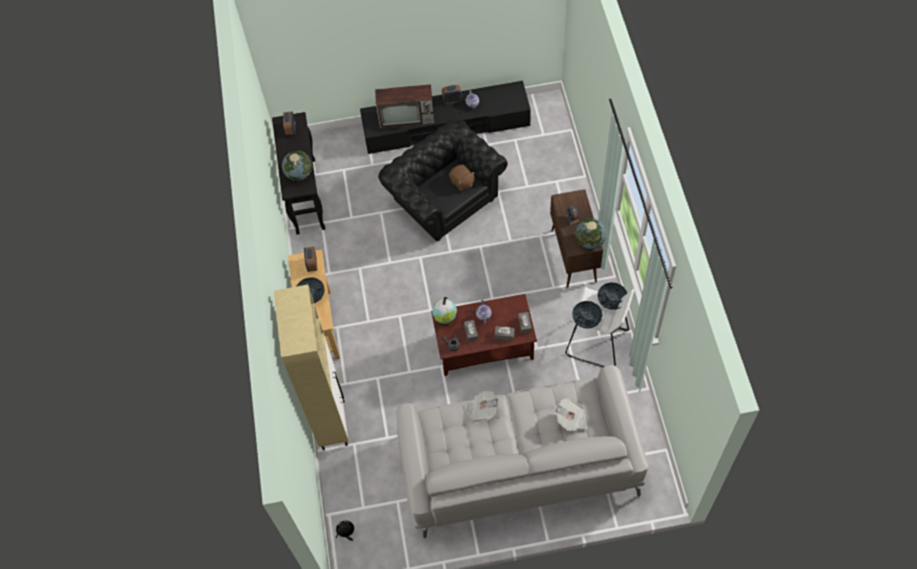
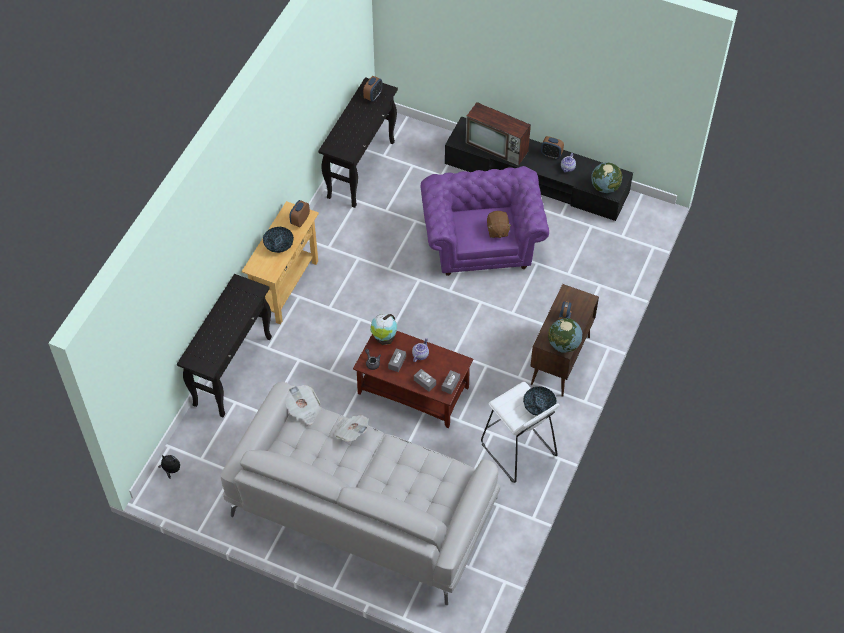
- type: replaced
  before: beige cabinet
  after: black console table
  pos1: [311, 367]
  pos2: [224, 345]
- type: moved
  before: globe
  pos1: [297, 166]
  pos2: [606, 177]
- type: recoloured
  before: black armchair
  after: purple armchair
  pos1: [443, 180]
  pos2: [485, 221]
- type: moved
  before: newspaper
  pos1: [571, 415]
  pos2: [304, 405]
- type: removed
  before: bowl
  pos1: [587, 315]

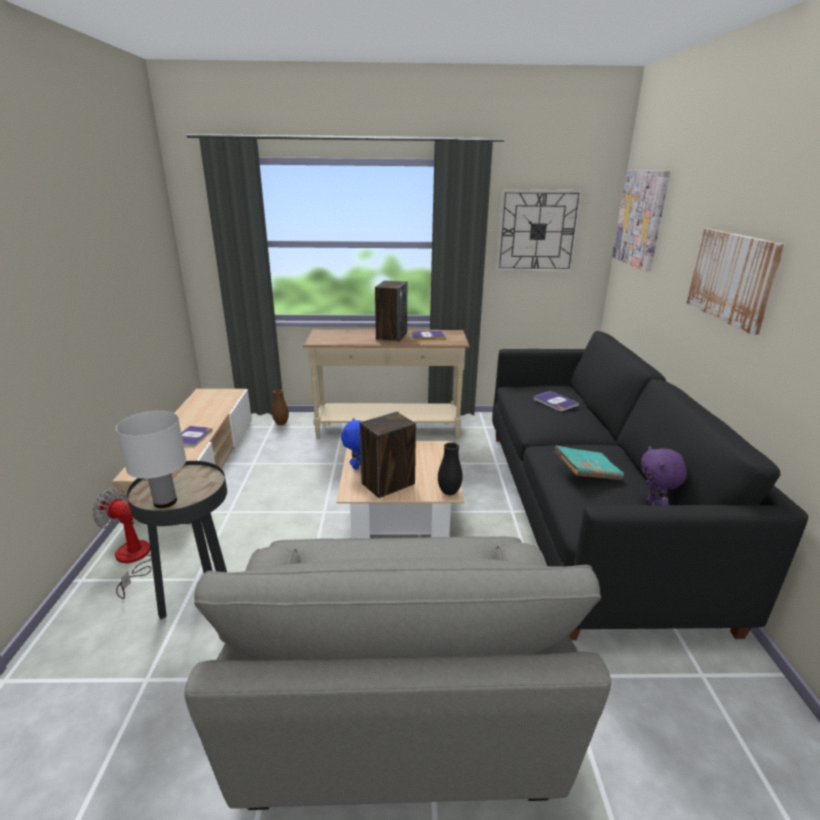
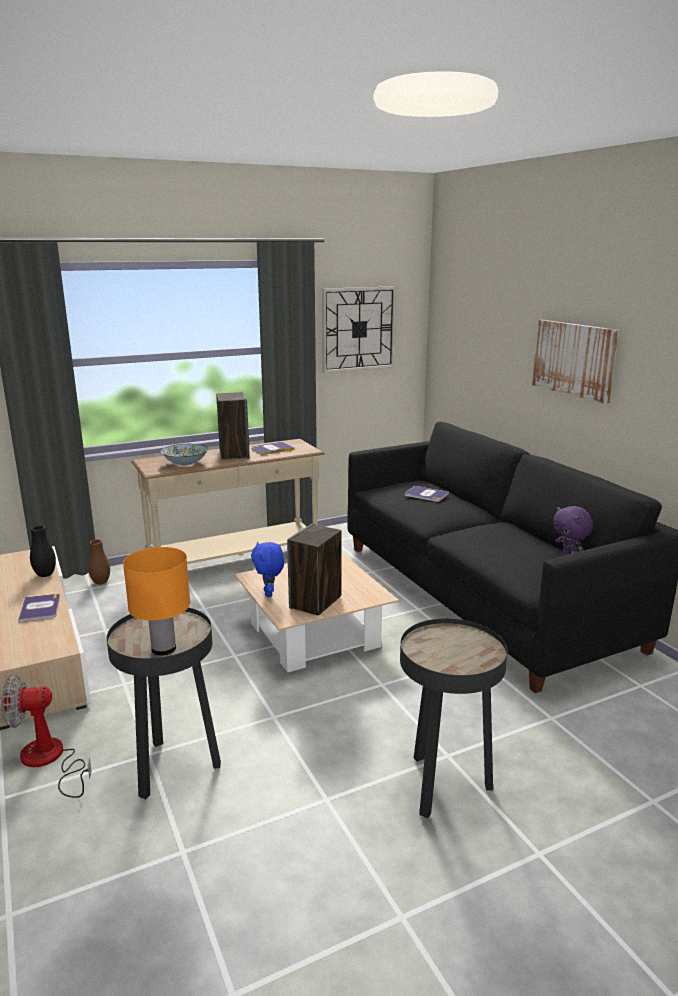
- type: recoloured
  before: white table lamp
  after: orange table lamp
  pos1: [151, 459]
  pos2: [156, 601]
- type: replaced
  before: grey armchair
  after: black side table
  pos1: [397, 673]
  pos2: [453, 718]
- type: moved
  before: black vase
  pos1: [450, 468]
  pos2: [43, 551]
- type: removed
  before: turquoise book
  pos1: [589, 462]
- type: removed
  before: picture
  pos1: [641, 221]
- type: added
  after: bowl
  pos2: [184, 454]

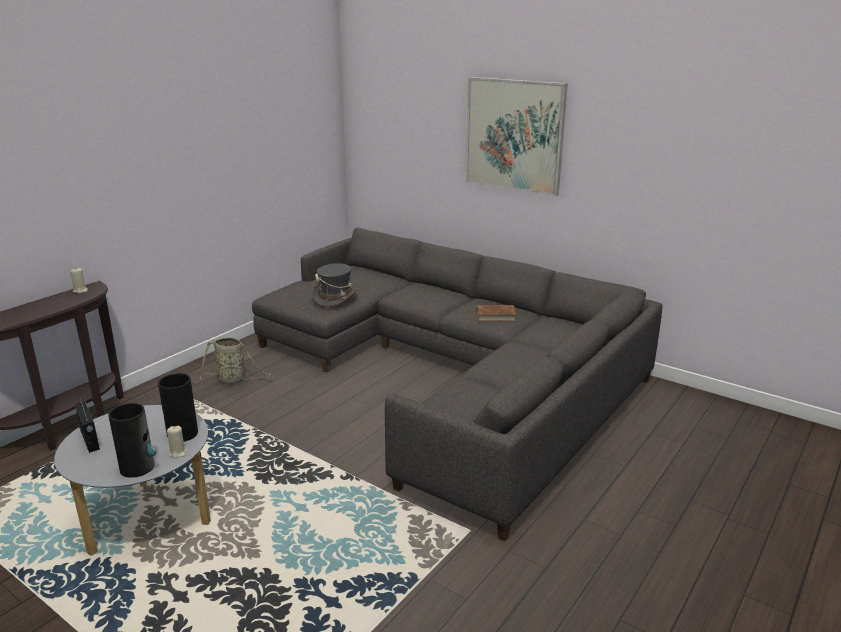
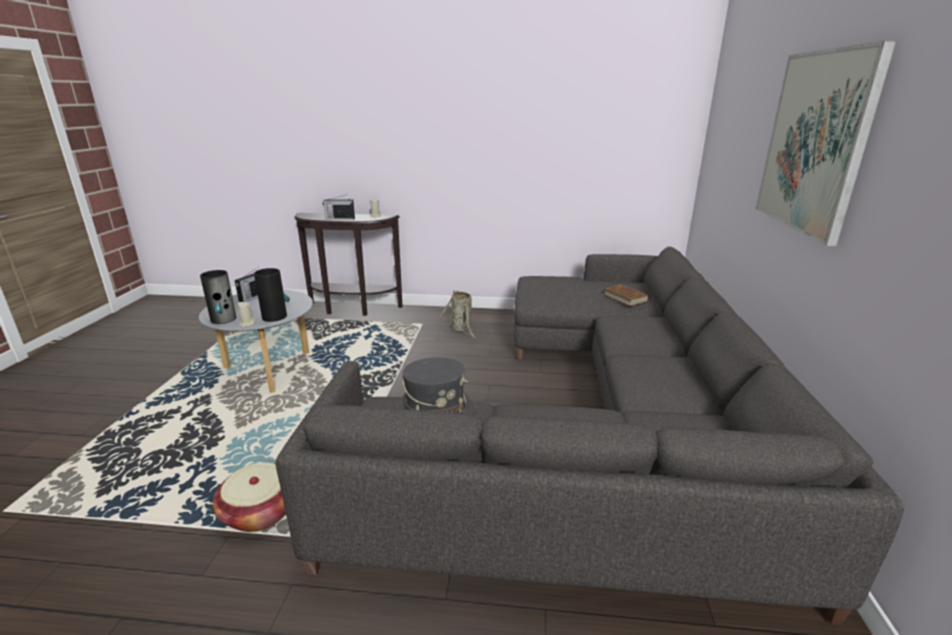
- type: moved
  before: grey hat
  pos1: [335, 285]
  pos2: [436, 386]
- type: moved
  before: brown book
  pos1: [494, 313]
  pos2: [626, 295]
- type: added
  after: basket
  pos2: [249, 497]
- type: added
  after: radio
  pos2: [339, 207]

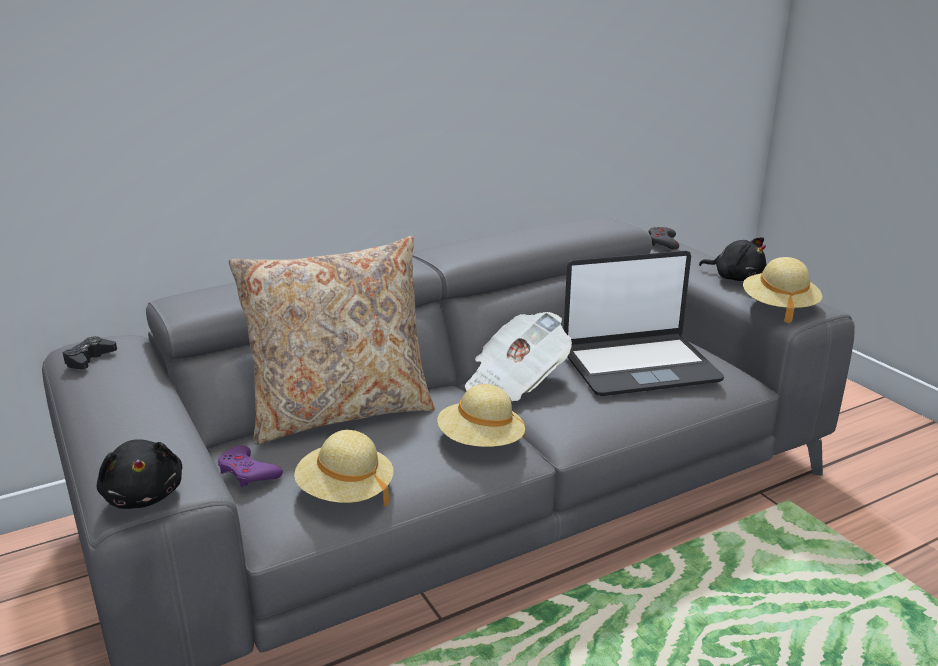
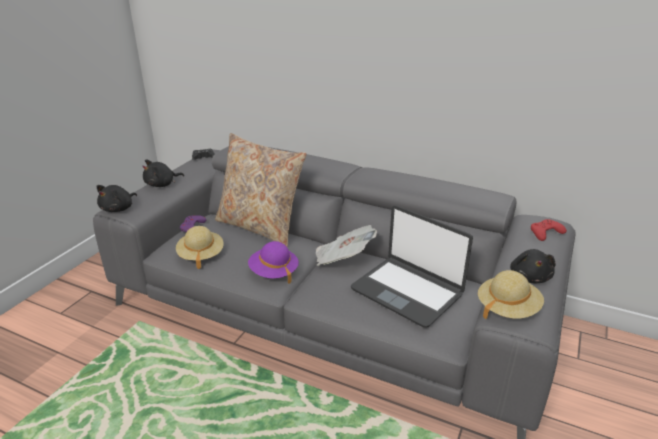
- type: recoloured
  before: beige hat
  after: purple hat
  pos1: [481, 415]
  pos2: [273, 262]
- type: recoloured
  before: grey game controller
  after: red game controller
  pos1: [663, 238]
  pos2: [549, 230]
- type: added
  after: black plush toy
  pos2: [163, 173]

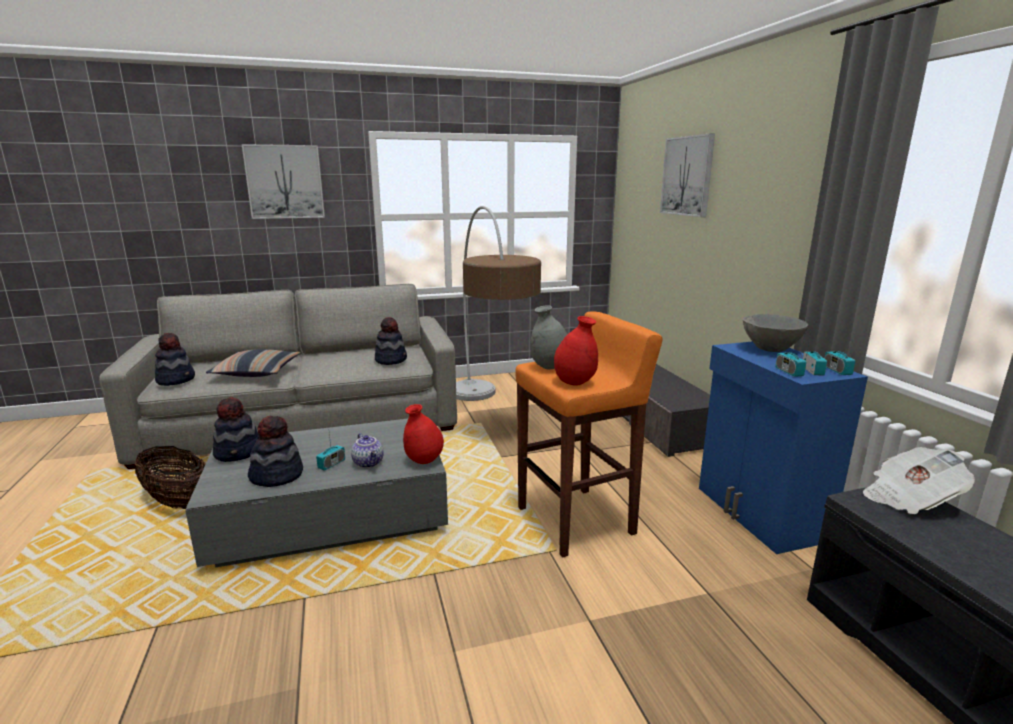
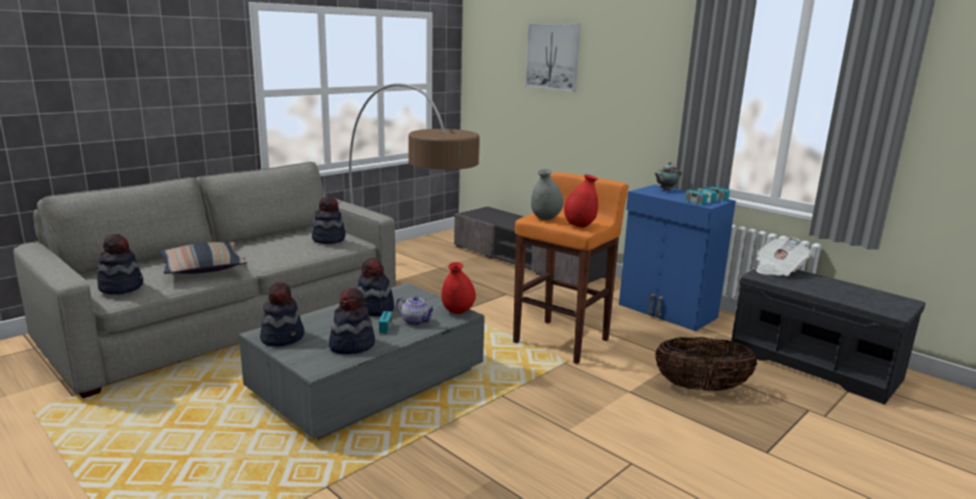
- type: moved
  before: basket
  pos1: [170, 477]
  pos2: [706, 364]
- type: removed
  before: picture
  pos1: [283, 181]
- type: replaced
  before: grey bowl
  after: teapot
  pos1: [775, 333]
  pos2: [667, 176]
- type: added
  after: hat
  pos2: [375, 287]

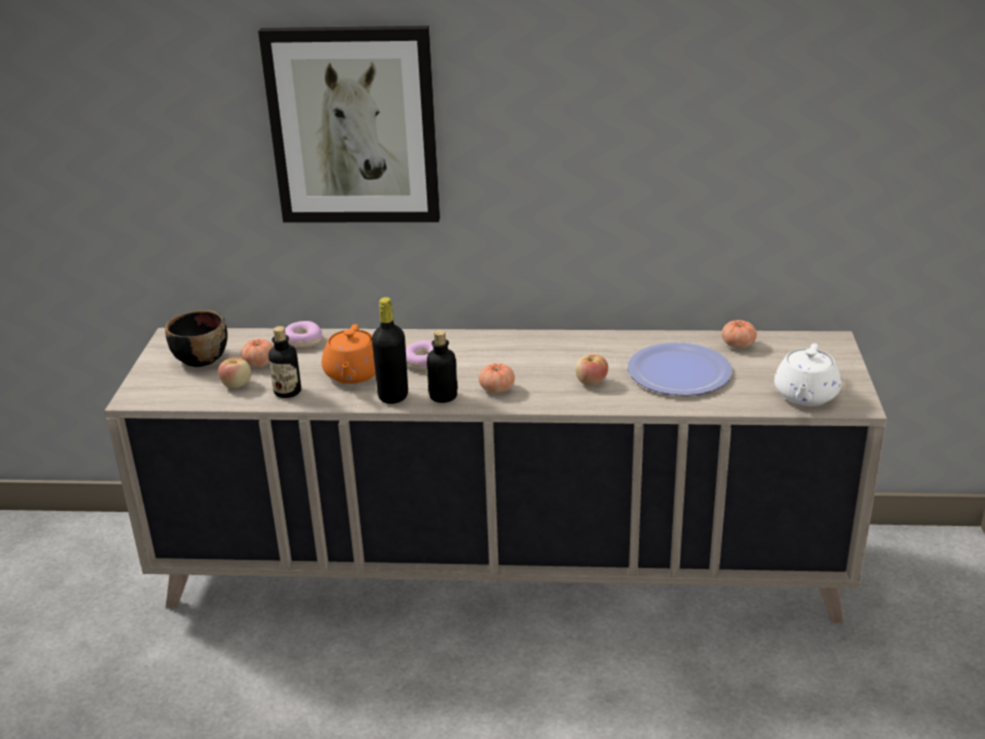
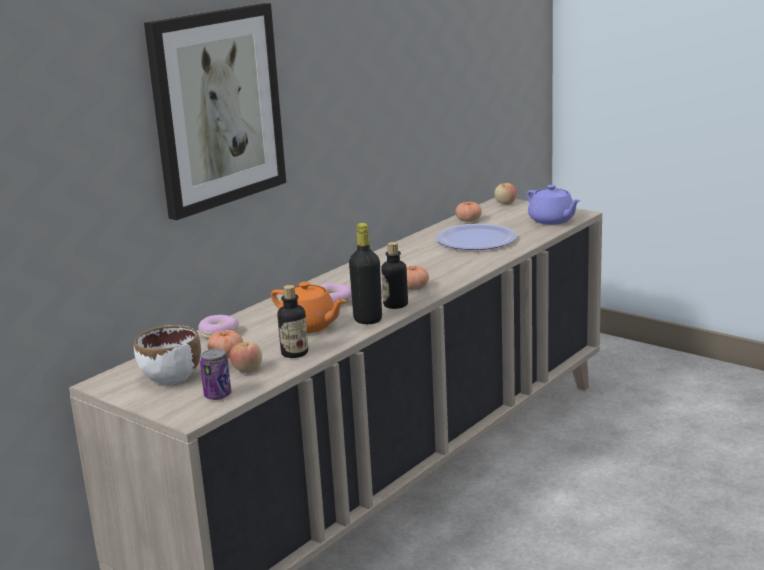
- type: recoloured
  before: black bowl
  after: white bowl
  pos1: [196, 338]
  pos2: [167, 355]
- type: moved
  before: apple
  pos1: [592, 370]
  pos2: [505, 194]
- type: recoloured
  before: white teapot
  after: purple teapot
  pos1: [807, 374]
  pos2: [554, 205]
- type: added
  after: can
  pos2: [215, 374]

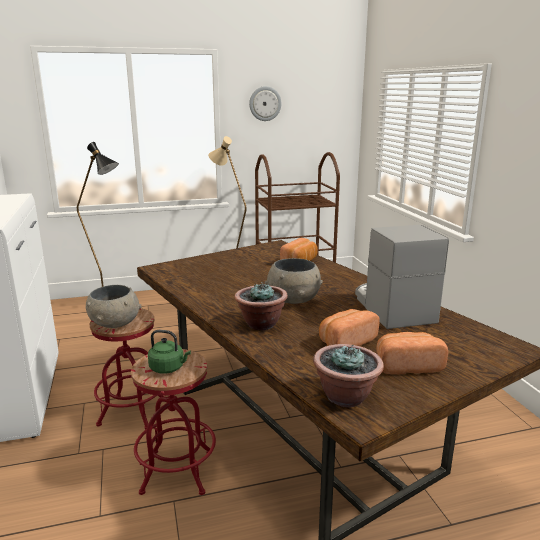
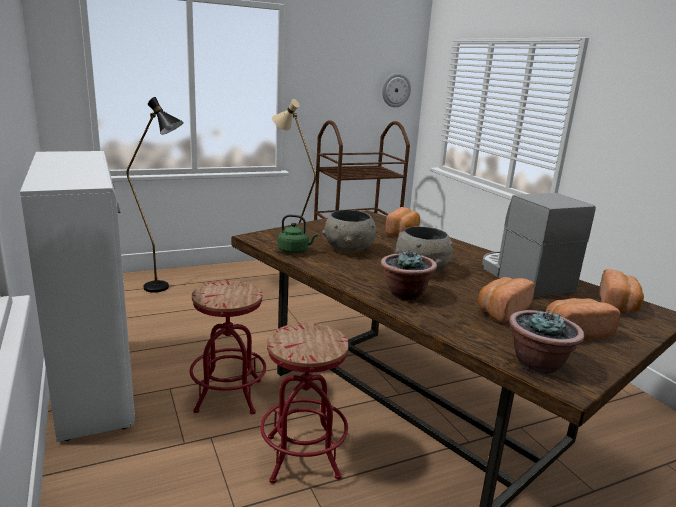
- type: moved
  before: grey bowl
  pos1: [114, 306]
  pos2: [350, 231]
- type: moved
  before: green kettle
  pos1: [169, 352]
  pos2: [298, 234]
- type: moved
  before: wall clock
  pos1: [265, 103]
  pos2: [396, 90]
- type: added
  after: bread
  pos2: [621, 291]

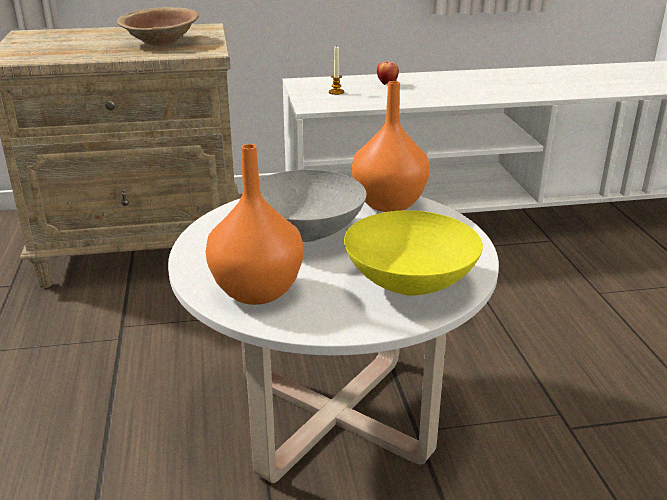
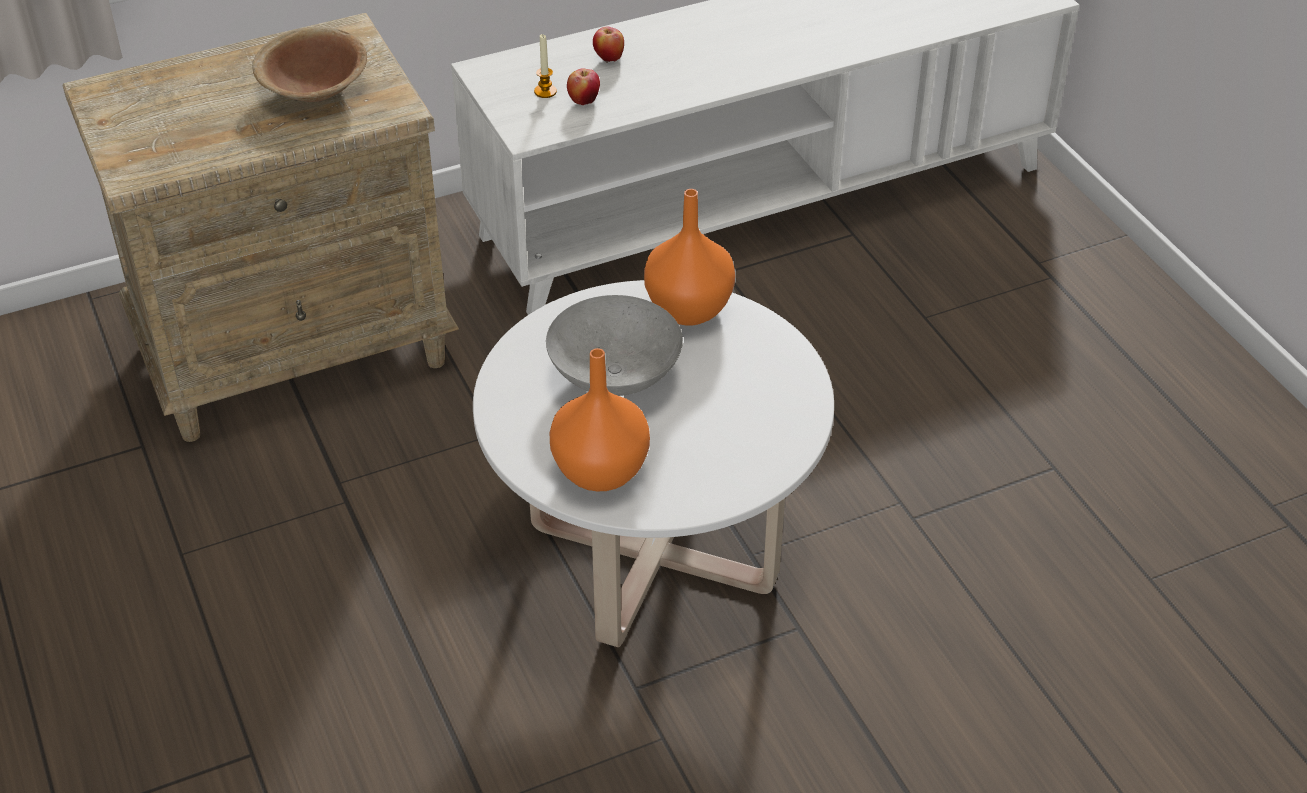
- type: removed
  before: yellow bowl
  pos1: [413, 253]
- type: added
  after: apple
  pos2: [583, 86]

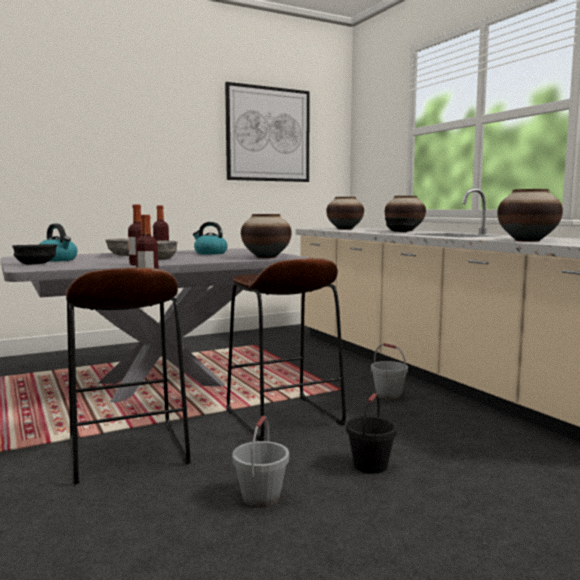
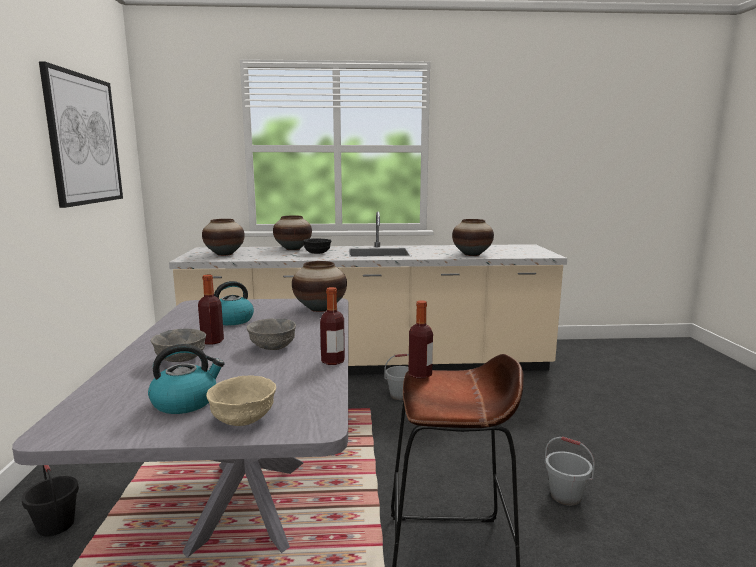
- type: recoloured
  before: black bowl
  after: beige bowl
  pos1: [34, 254]
  pos2: [241, 401]
- type: removed
  before: brown stool
  pos1: [286, 349]
- type: moved
  before: black bucket
  pos1: [371, 433]
  pos2: [50, 501]

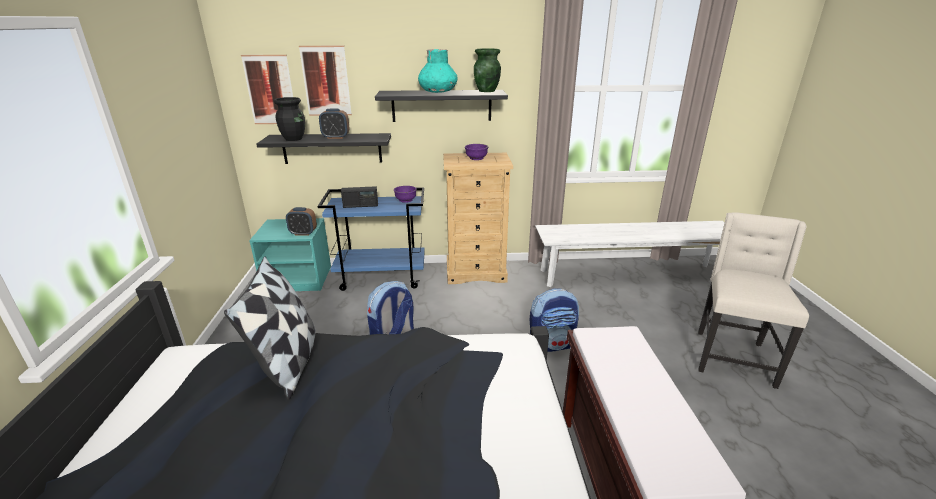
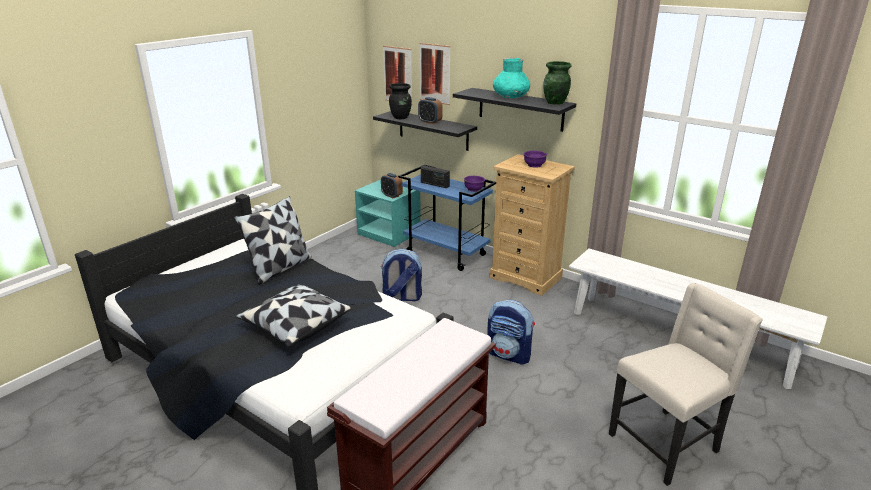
- type: added
  after: pillow
  pos2: [293, 315]

